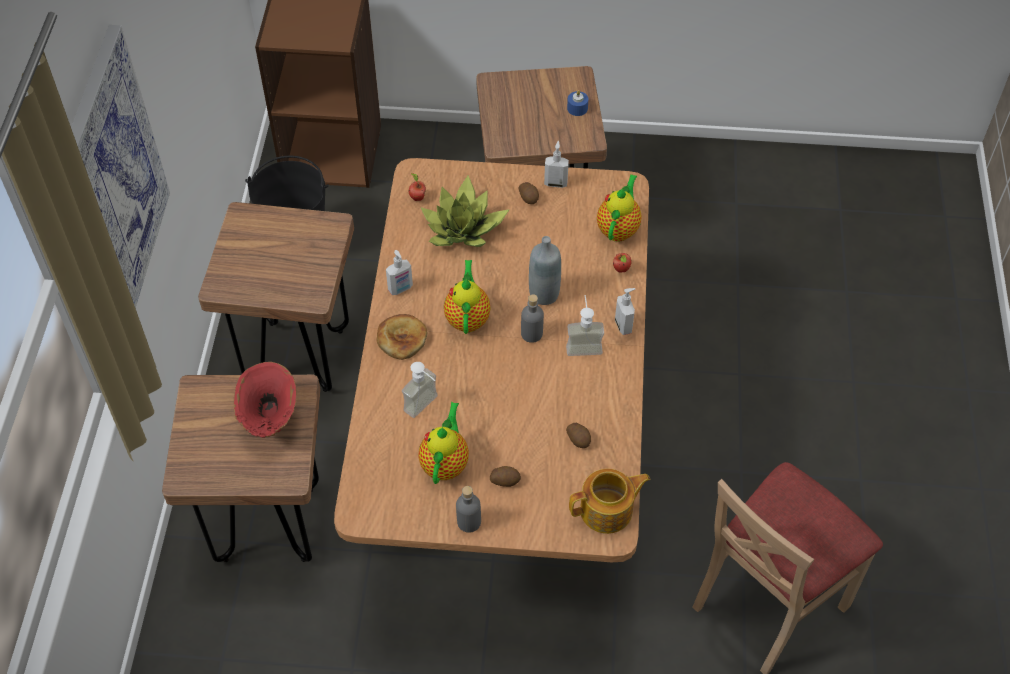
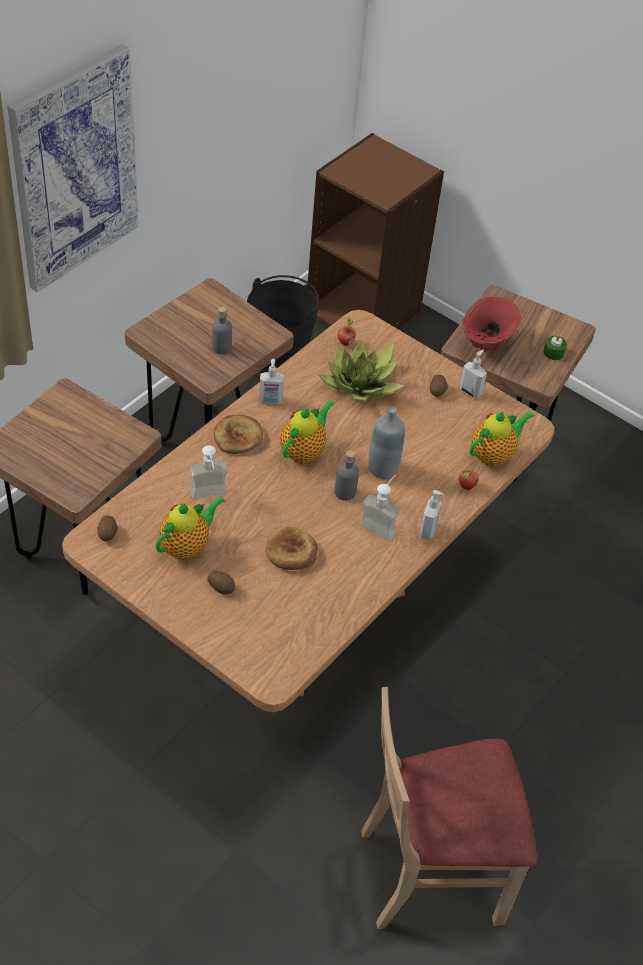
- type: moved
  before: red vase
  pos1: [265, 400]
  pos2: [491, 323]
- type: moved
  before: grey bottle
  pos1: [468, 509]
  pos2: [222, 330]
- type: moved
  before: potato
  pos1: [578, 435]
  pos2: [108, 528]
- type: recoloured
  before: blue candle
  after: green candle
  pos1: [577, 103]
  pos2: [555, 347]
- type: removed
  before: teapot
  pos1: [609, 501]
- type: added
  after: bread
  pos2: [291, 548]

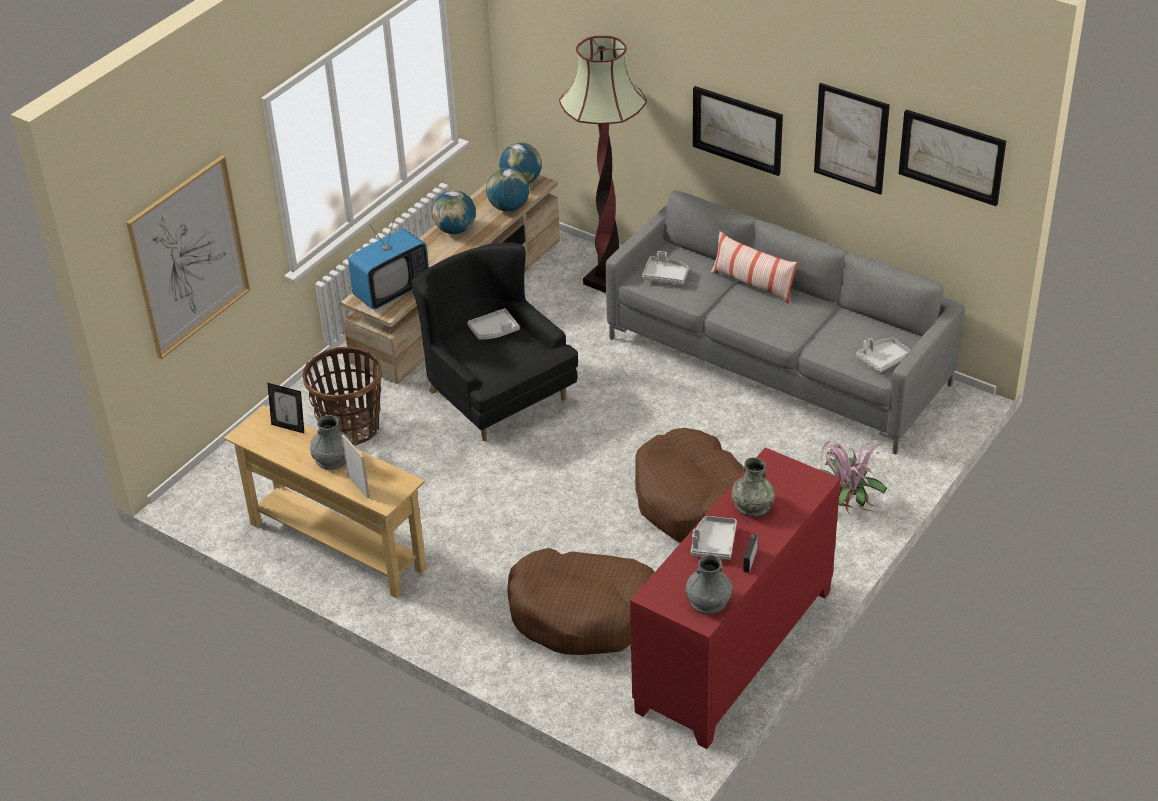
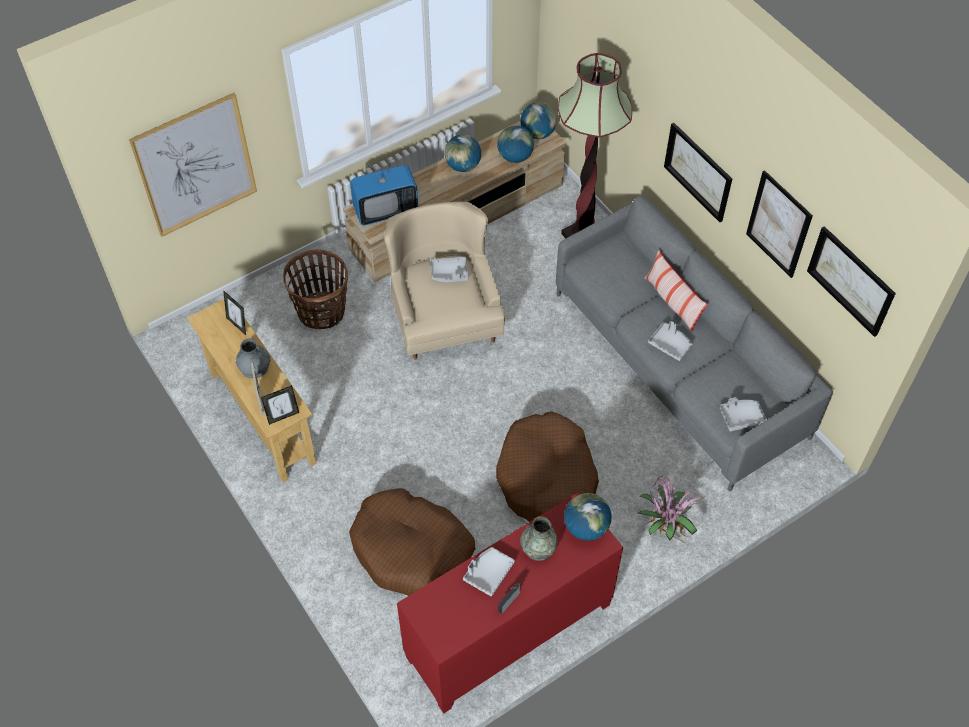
- type: recoloured
  before: black armchair
  after: beige armchair
  pos1: [494, 341]
  pos2: [445, 281]
- type: moved
  before: grey tray
  pos1: [665, 268]
  pos2: [670, 341]
- type: removed
  before: grey vase
  pos1: [709, 584]
- type: added
  after: picture frame
  pos2: [280, 405]
- type: added
  after: globe
  pos2: [588, 517]

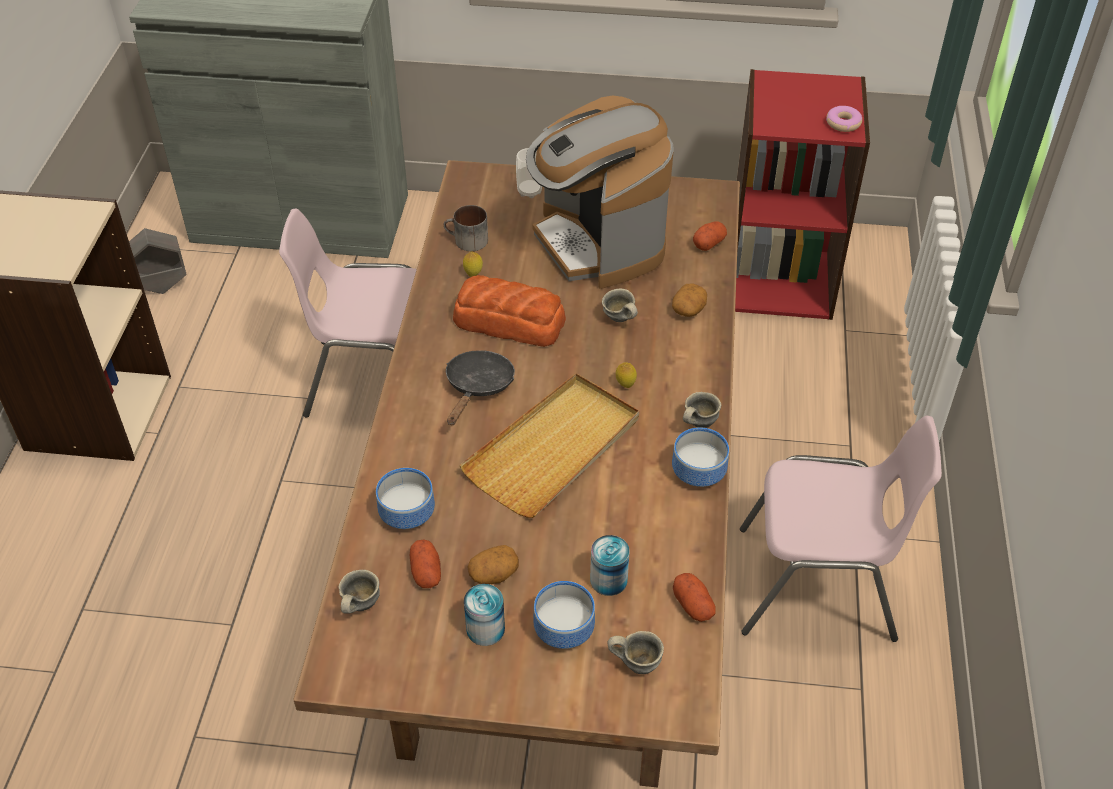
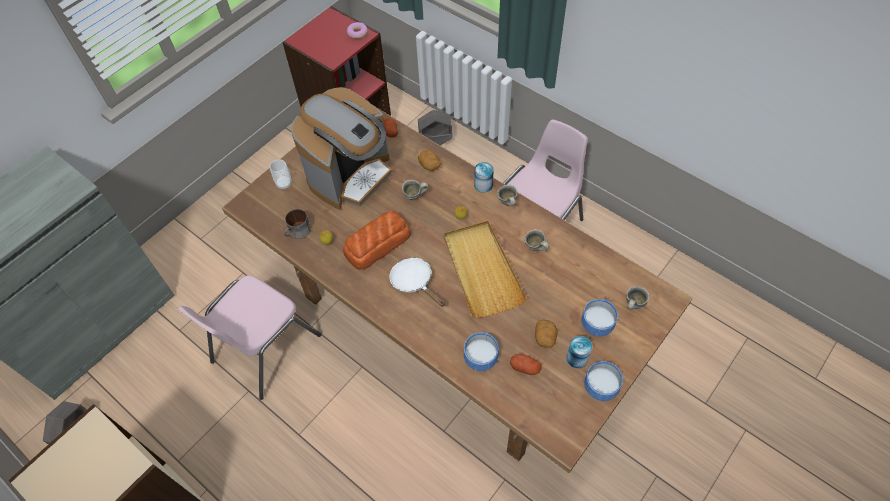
- type: moved
  before: grey mug
  pos1: [359, 592]
  pos2: [537, 240]
- type: recoloured
  before: black frying pan
  after: white frying pan
  pos1: [480, 387]
  pos2: [417, 282]
- type: turned
  before: coffee machine
  pos1: [599, 192]
  pos2: [341, 148]
  turn: -60
- type: moved
  before: can
  pos1: [610, 565]
  pos2: [484, 177]
- type: moved
  before: bowl
  pos1: [700, 457]
  pos2: [603, 381]
- type: removed
  before: potato
  pos1: [694, 597]
- type: added
  after: grey planter
  pos2: [435, 127]

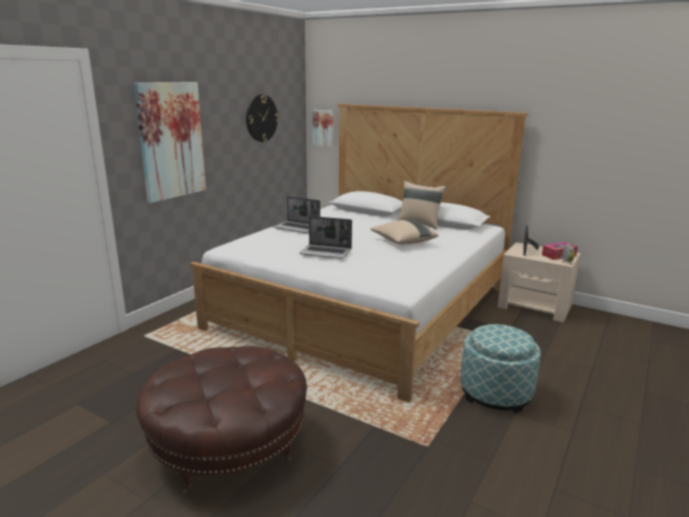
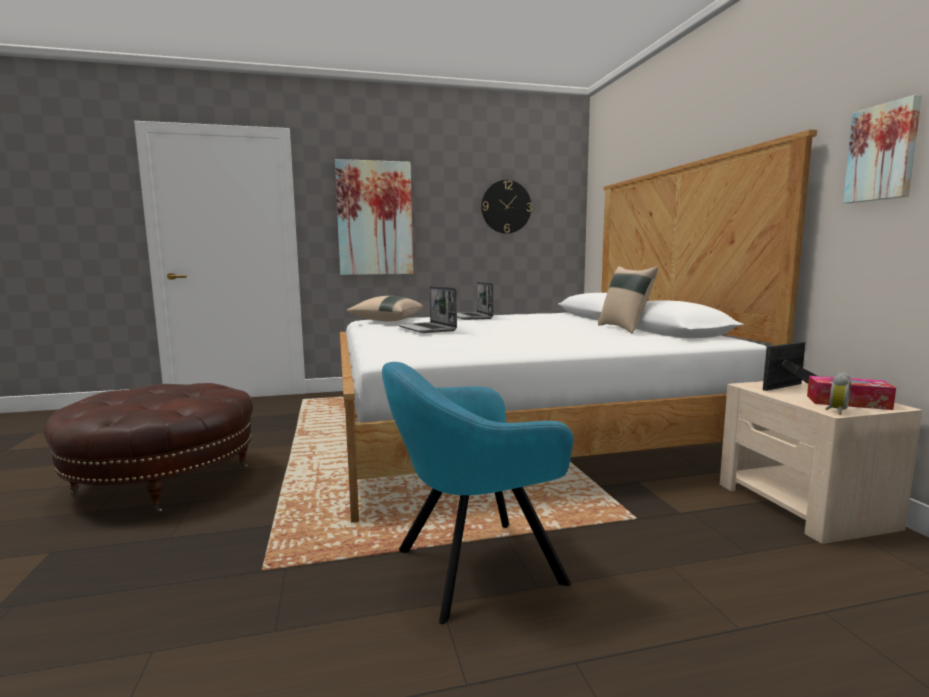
- type: moved
  before: picture
  pos1: [323, 128]
  pos2: [882, 149]
- type: moved
  before: beige pillow
  pos1: [404, 232]
  pos2: [384, 309]
- type: replaced
  before: ottoman
  after: turquoise armchair
  pos1: [500, 368]
  pos2: [477, 493]

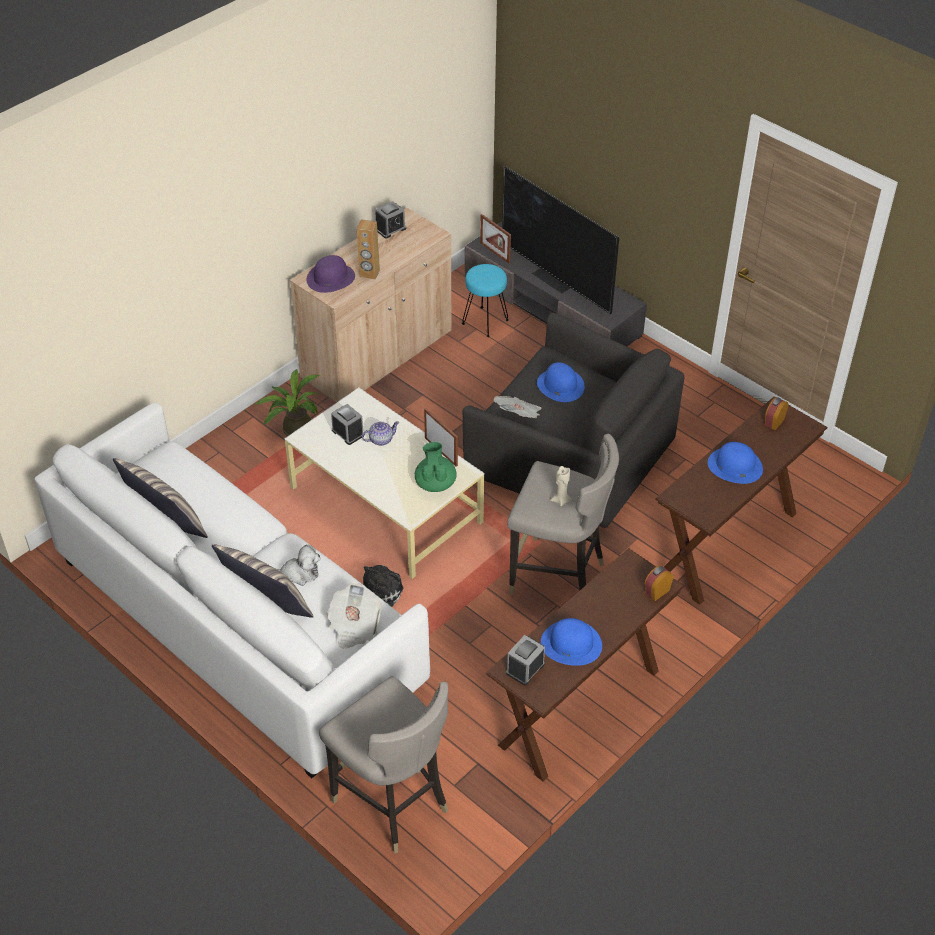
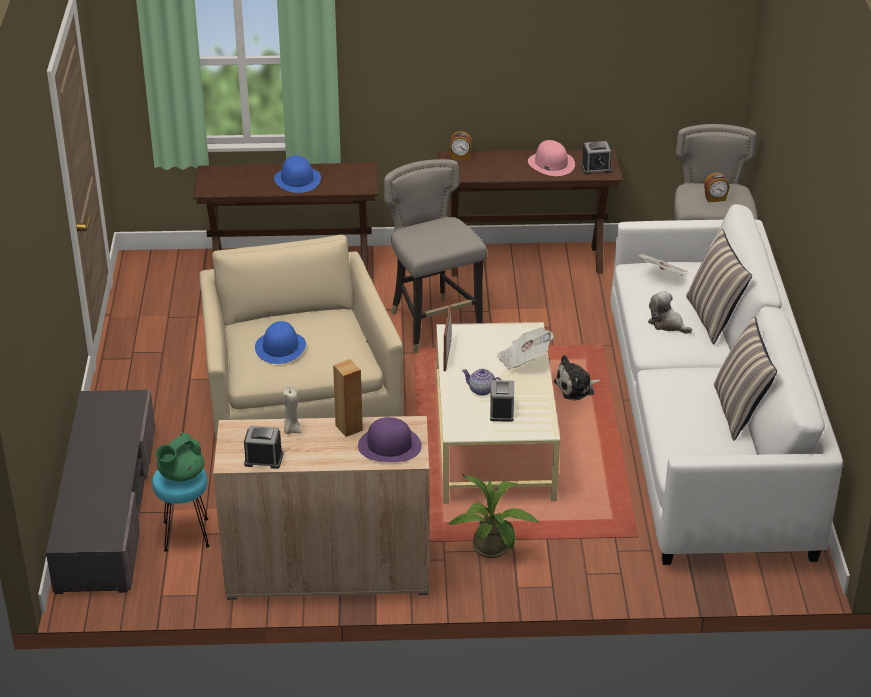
- type: moved
  before: green teapot
  pos1: [436, 467]
  pos2: [179, 457]
- type: recoloured
  before: black armchair
  after: beige armchair
  pos1: [573, 420]
  pos2: [301, 338]
- type: removed
  before: picture frame
  pos1: [495, 239]
- type: moved
  before: newspaper
  pos1: [517, 407]
  pos2: [525, 348]
- type: removed
  before: television
  pos1: [560, 240]
- type: recoloured
  before: blue hat
  after: pink hat
  pos1: [571, 642]
  pos2: [551, 158]
- type: moved
  before: beige candle
  pos1: [561, 486]
  pos2: [291, 409]
- type: moved
  before: alarm clock
  pos1: [776, 413]
  pos2: [717, 187]

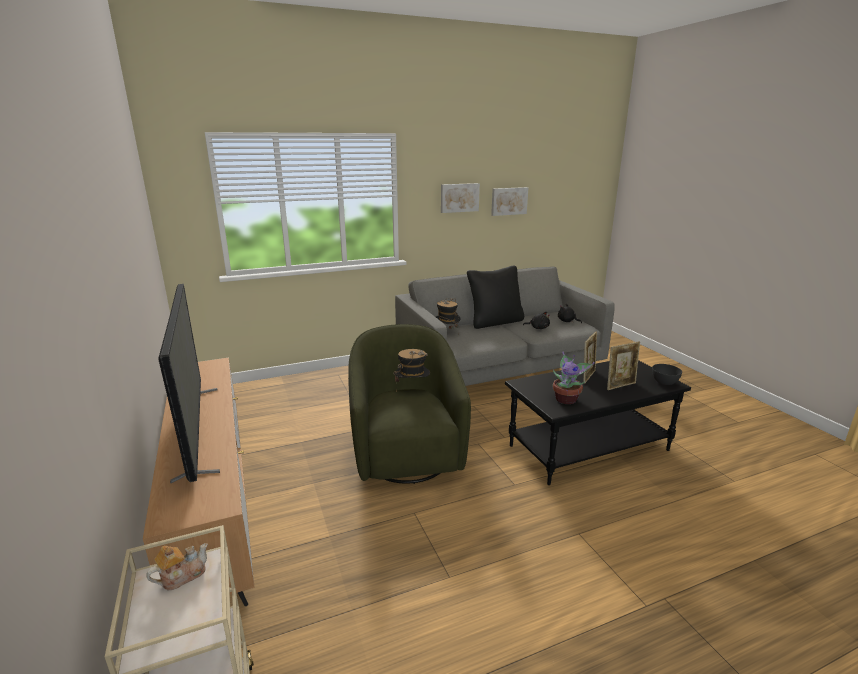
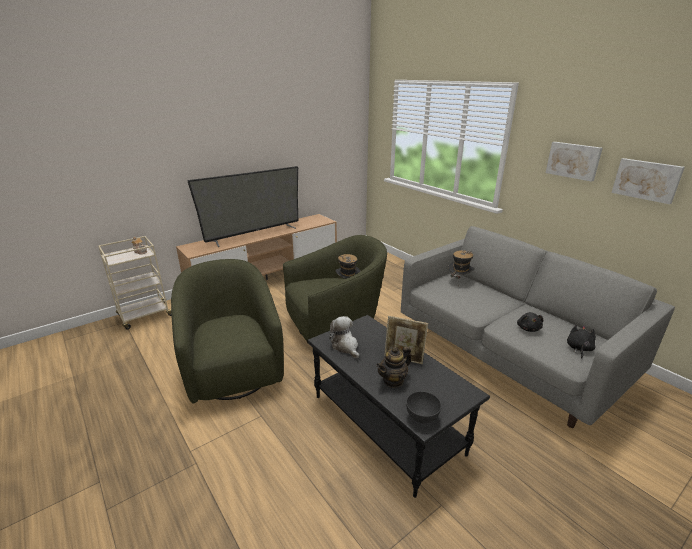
- type: removed
  before: black pillow
  pos1: [495, 297]
- type: replaced
  before: potted plant
  after: plush toy
  pos1: [574, 377]
  pos2: [344, 337]
- type: replaced
  before: picture frame
  after: teapot
  pos1: [623, 365]
  pos2: [393, 367]
- type: added
  after: green armchair
  pos2: [227, 331]

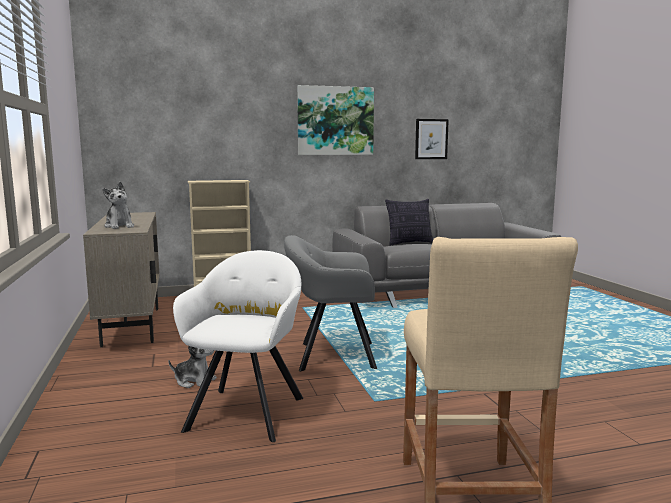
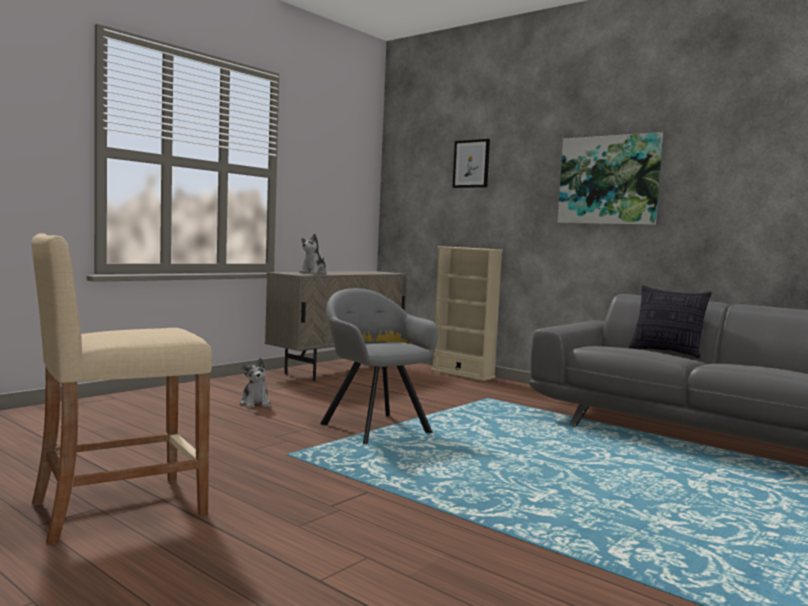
- type: removed
  before: white armchair
  pos1: [238, 346]
- type: moved
  before: picture
  pos1: [432, 139]
  pos2: [471, 163]

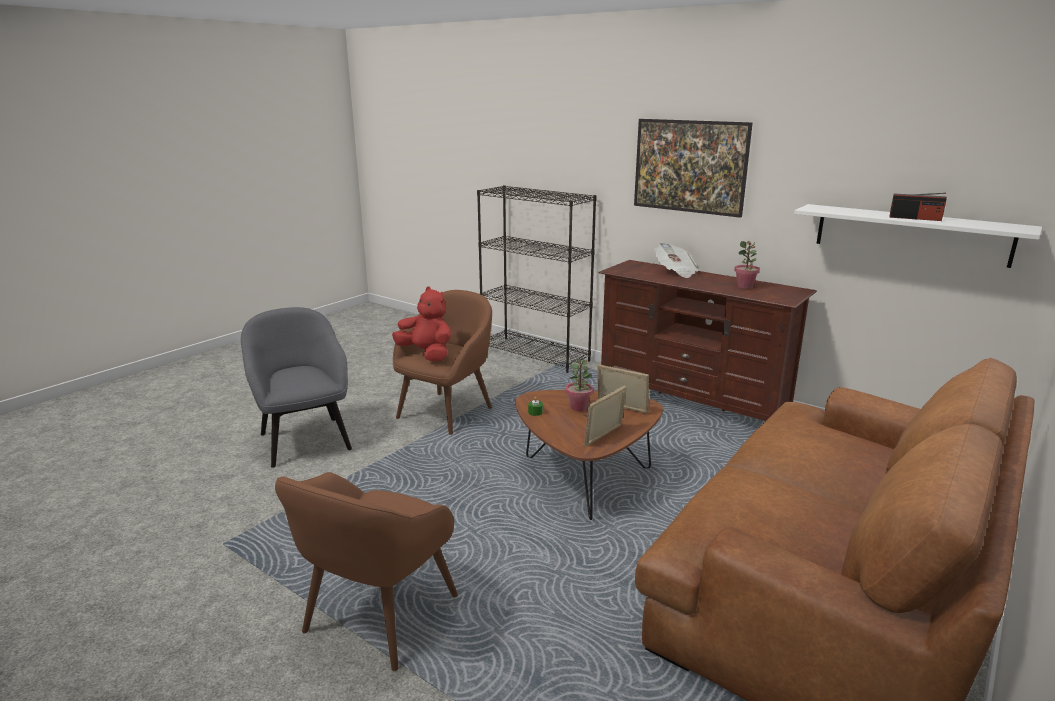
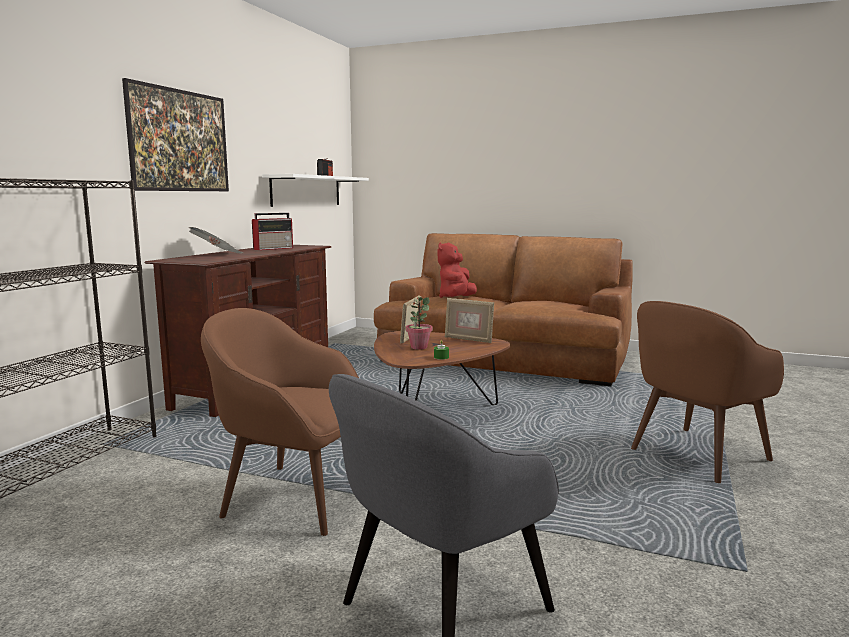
- type: turned
  before: brown armchair
  pos1: [366, 571]
  pos2: [707, 392]
  turn: 135
- type: moved
  before: red plush toy
  pos1: [421, 324]
  pos2: [457, 270]
- type: replaced
  before: potted plant
  after: radio
  pos1: [747, 265]
  pos2: [272, 231]

